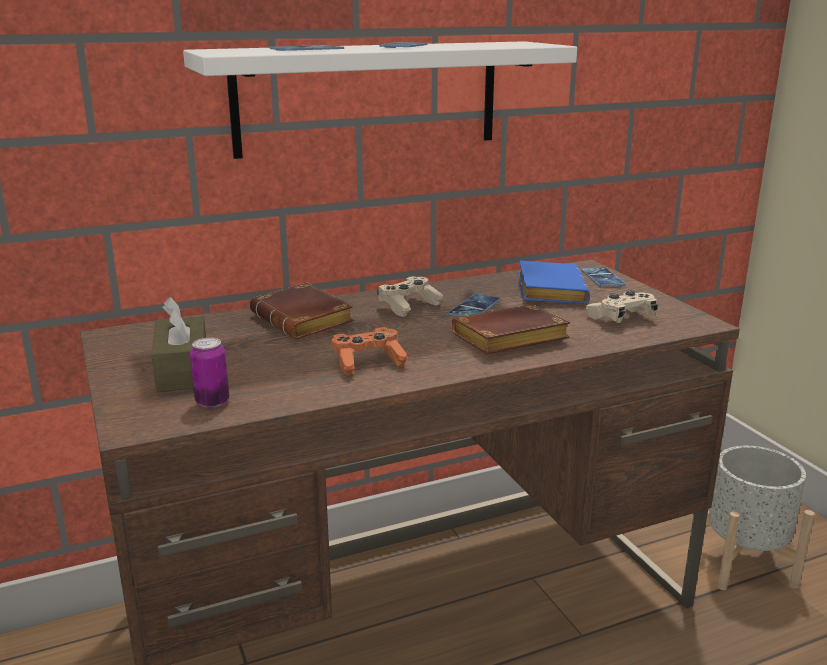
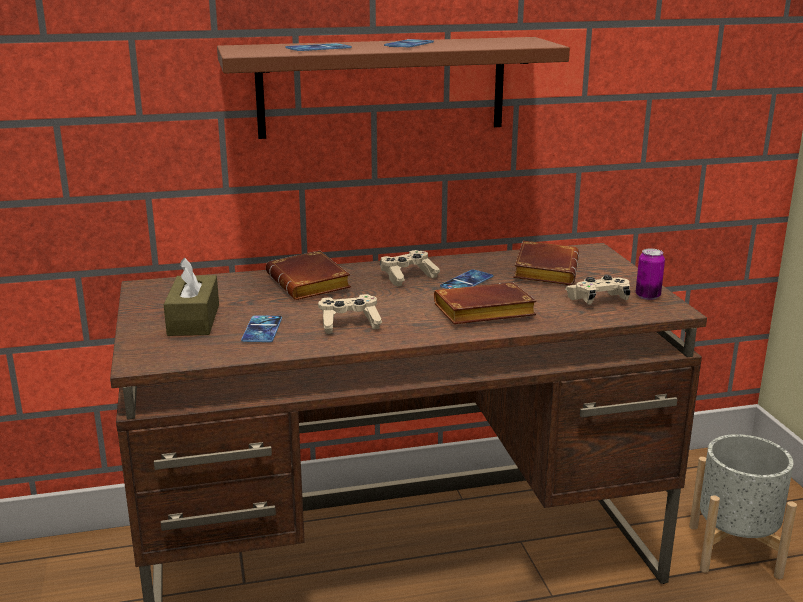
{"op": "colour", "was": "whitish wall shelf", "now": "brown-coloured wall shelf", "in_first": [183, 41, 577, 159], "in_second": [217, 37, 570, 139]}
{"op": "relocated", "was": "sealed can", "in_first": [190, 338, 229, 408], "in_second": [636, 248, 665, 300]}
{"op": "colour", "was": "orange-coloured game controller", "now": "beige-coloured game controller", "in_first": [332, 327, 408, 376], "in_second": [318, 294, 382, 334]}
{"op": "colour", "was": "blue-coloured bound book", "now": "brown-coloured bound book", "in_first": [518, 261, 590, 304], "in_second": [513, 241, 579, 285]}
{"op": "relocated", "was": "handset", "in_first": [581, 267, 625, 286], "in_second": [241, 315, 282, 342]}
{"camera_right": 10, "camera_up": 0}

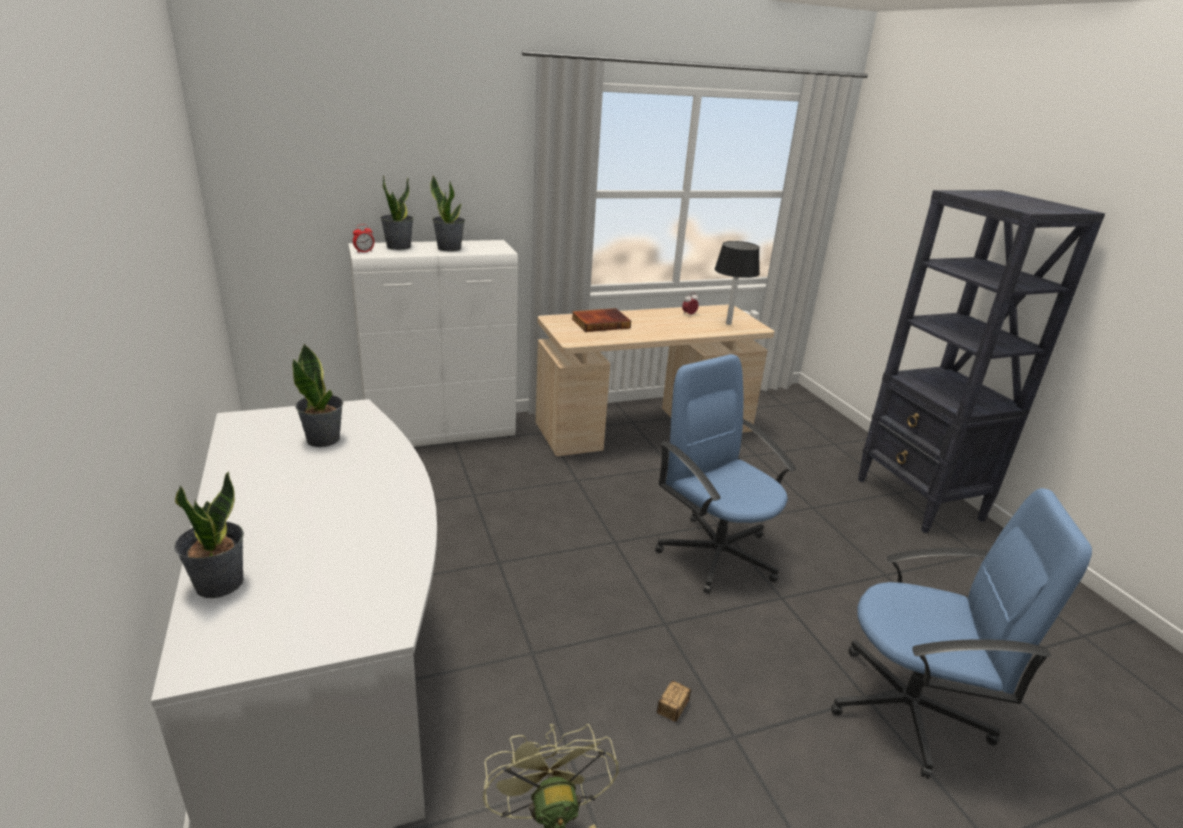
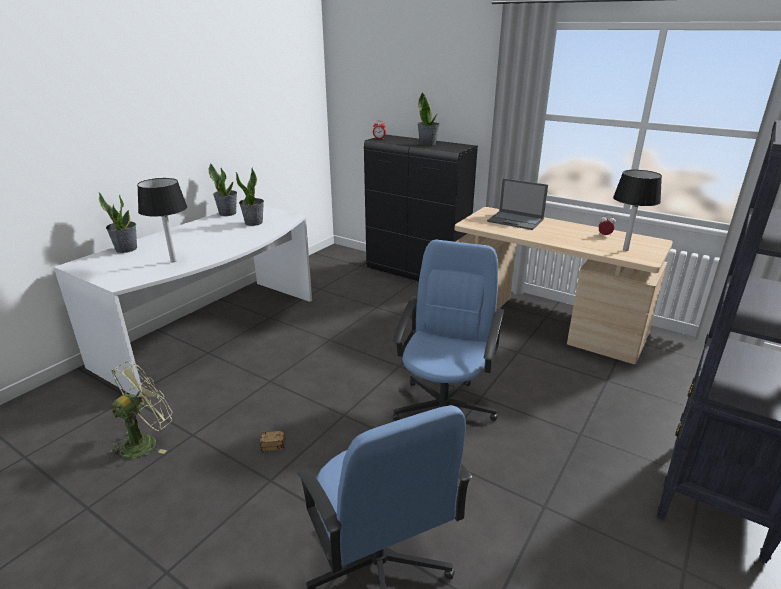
{"op": "colour", "was": "whitish cabinet", "now": "blackish cabinet", "in_first": [348, 240, 518, 447], "in_second": [364, 135, 478, 281]}
{"op": "relocated", "was": "potted plant", "in_first": [380, 175, 414, 250], "in_second": [209, 163, 237, 216]}
{"op": "exchanged", "was": "bound book", "now": "portable computer", "in_first": [571, 308, 631, 332], "in_second": [487, 178, 548, 230]}
{"op": "appeared", "now": "blackish lamp for a table", "in_second": [137, 178, 187, 262]}
{"camera_right": 55, "camera_up": 0}

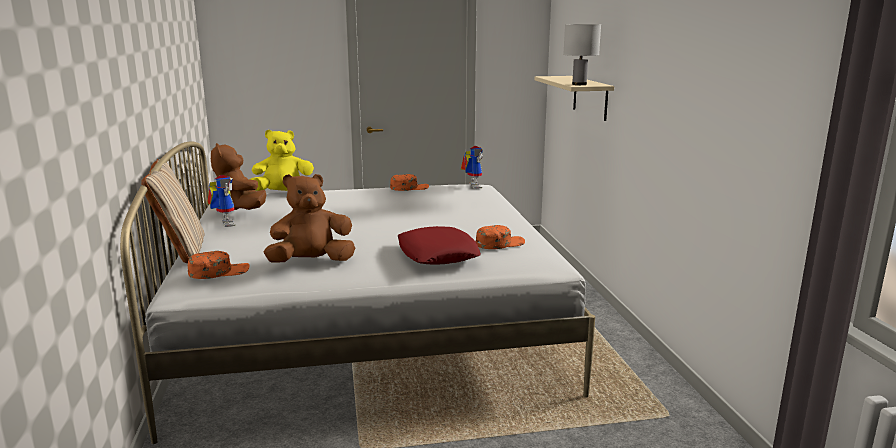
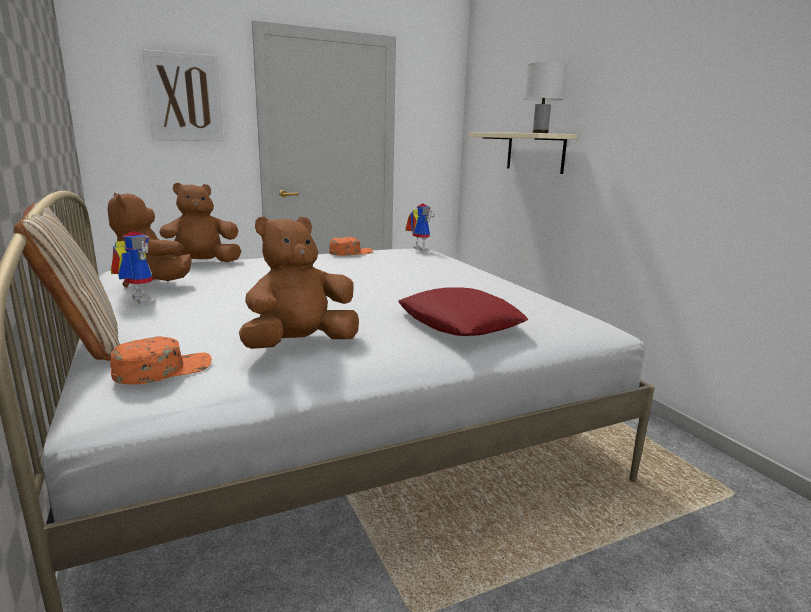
{"op": "colour", "was": "yellow plush toy", "now": "brown-coloured plush toy", "in_first": [250, 130, 314, 191], "in_second": [159, 183, 242, 262]}
{"op": "missing", "was": "orange-coloured baseball cap", "in_first": [476, 225, 525, 249]}
{"op": "appeared", "now": "wall art", "in_second": [142, 49, 224, 142]}
{"camera_right": -15, "camera_up": 0}

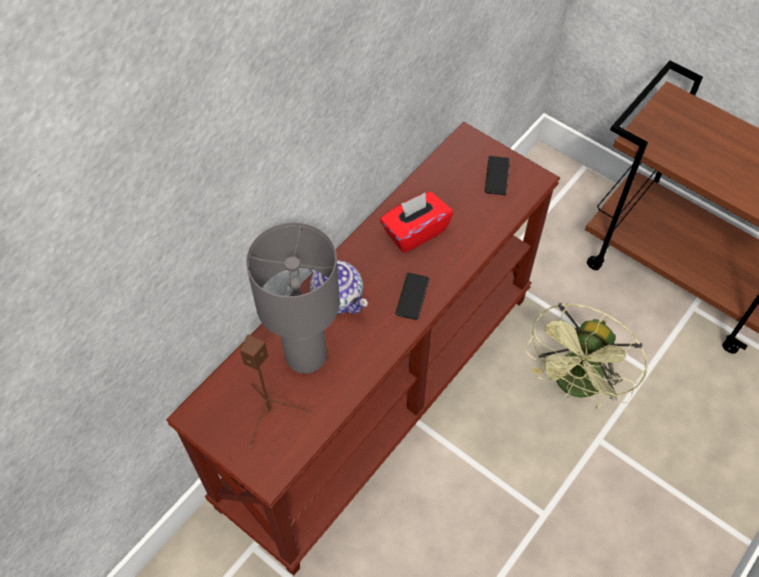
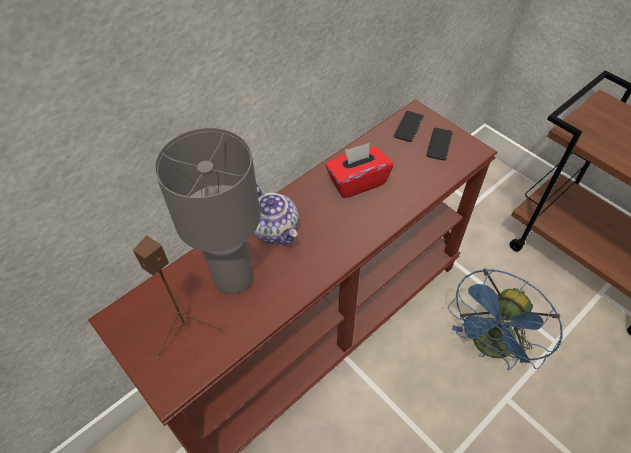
{"op": "relocated", "was": "handset", "in_first": [395, 273, 429, 320], "in_second": [394, 111, 424, 142]}
{"op": "colour", "was": "green-coloured cooling fan", "now": "blue-coloured cooling fan", "in_first": [525, 303, 648, 409], "in_second": [448, 268, 563, 370]}
{"camera_right": 10, "camera_up": -5}

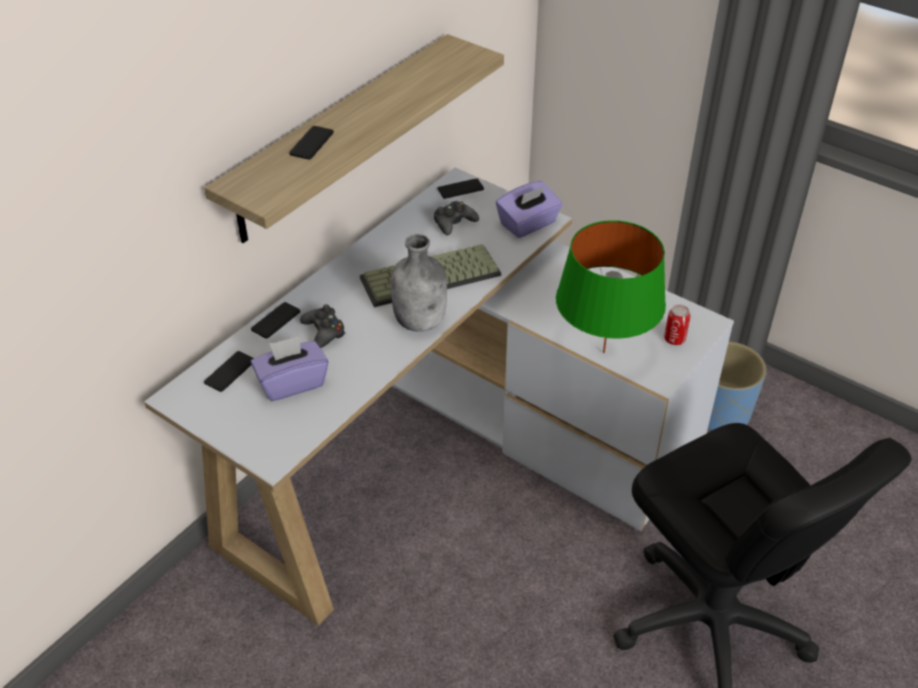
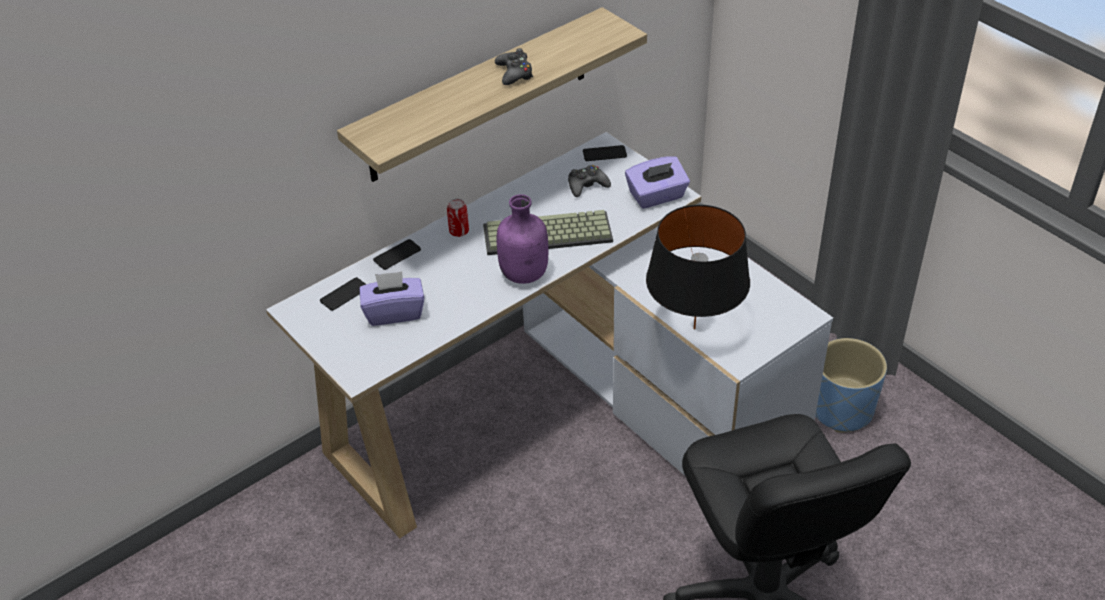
{"op": "missing", "was": "handset", "in_first": [289, 126, 334, 159]}
{"op": "relocated", "was": "blackish game controller", "in_first": [300, 304, 346, 348], "in_second": [495, 48, 533, 85]}
{"op": "colour", "was": "grey bottle", "now": "purple bottle", "in_first": [391, 234, 447, 332], "in_second": [497, 194, 549, 284]}
{"op": "colour", "was": "green-coloured lamp for a table", "now": "blackish lamp for a table", "in_first": [556, 220, 666, 353], "in_second": [646, 205, 750, 330]}
{"op": "relocated", "was": "sealed can", "in_first": [664, 305, 690, 345], "in_second": [447, 199, 469, 237]}
{"camera_right": 15, "camera_up": 0}

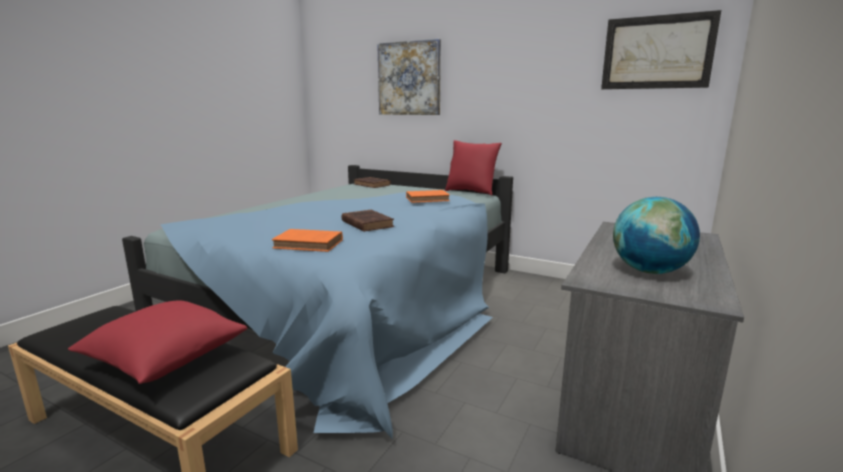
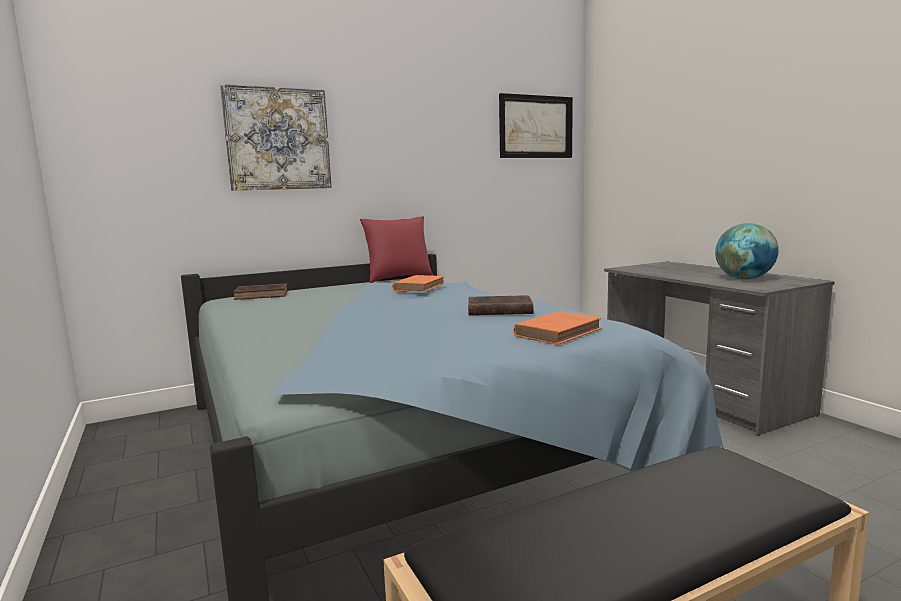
{"op": "missing", "was": "red pillow", "in_first": [68, 300, 248, 384]}
{"camera_right": -55, "camera_up": -5}

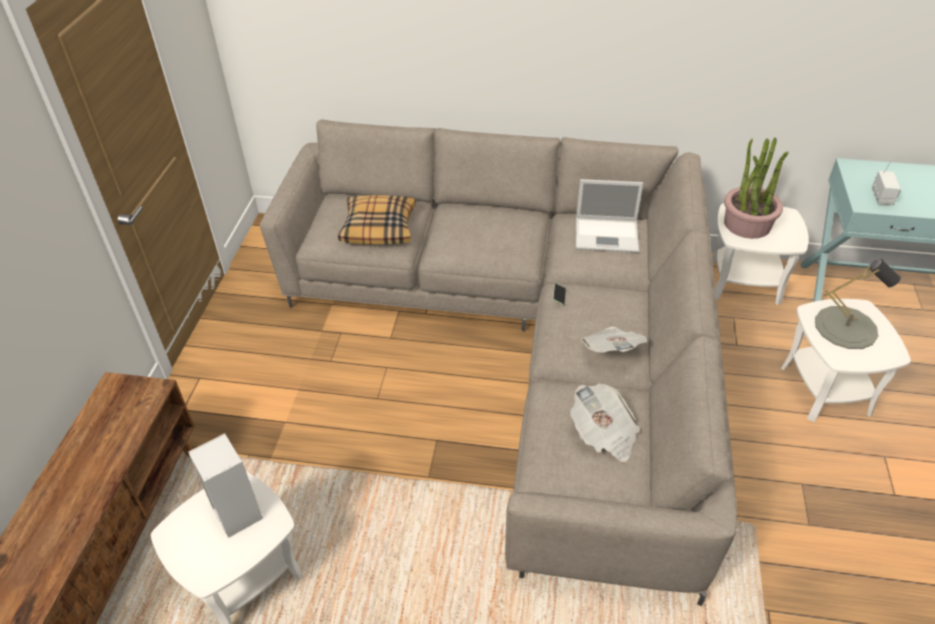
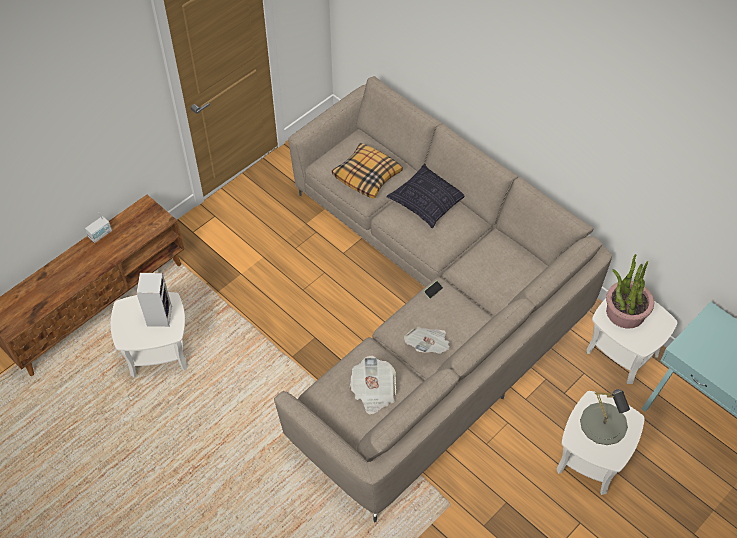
{"op": "missing", "was": "portable computer", "in_first": [576, 179, 643, 253]}
{"op": "relocated", "was": "radio set", "in_first": [872, 160, 901, 205], "in_second": [85, 212, 112, 243]}
{"op": "appeared", "now": "pillow", "in_second": [386, 164, 465, 228]}
{"camera_right": 35, "camera_up": 10}

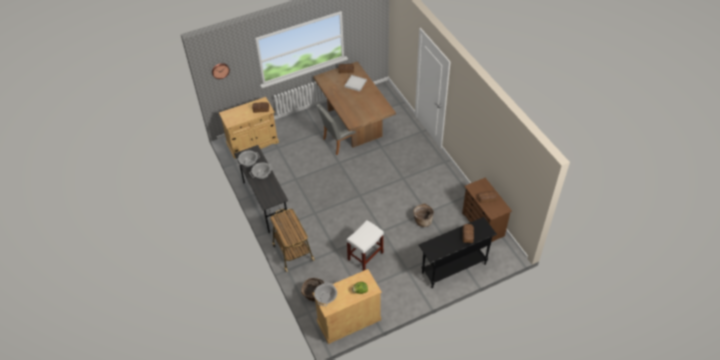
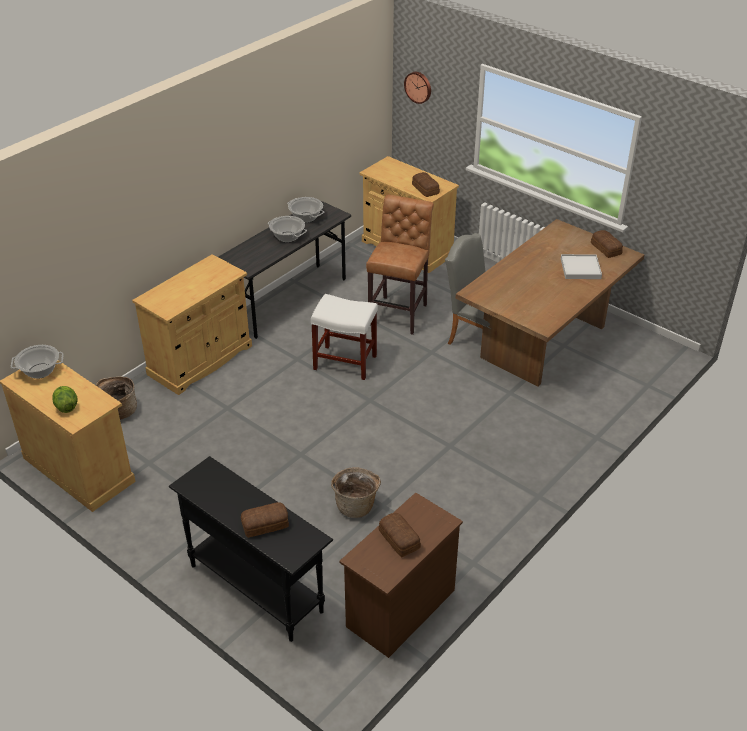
{"op": "exchanged", "was": "wheeled cart", "now": "beige-coloured cabinet", "in_first": [270, 209, 314, 272], "in_second": [132, 254, 252, 395]}
{"op": "relocated", "was": "whitish stool seat", "in_first": [346, 220, 384, 271], "in_second": [311, 294, 378, 380]}
{"op": "appeared", "now": "brown-coloured stool seat", "in_second": [366, 195, 434, 335]}
{"camera_right": 65, "camera_up": -10}

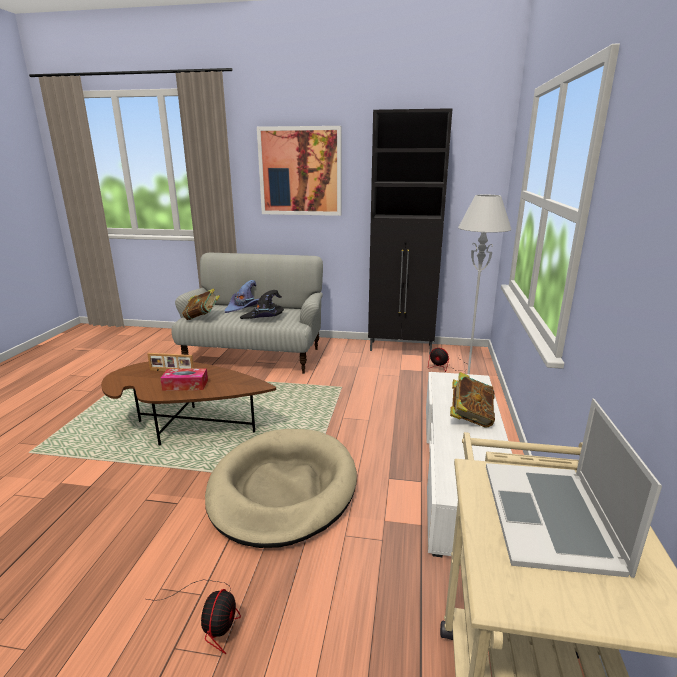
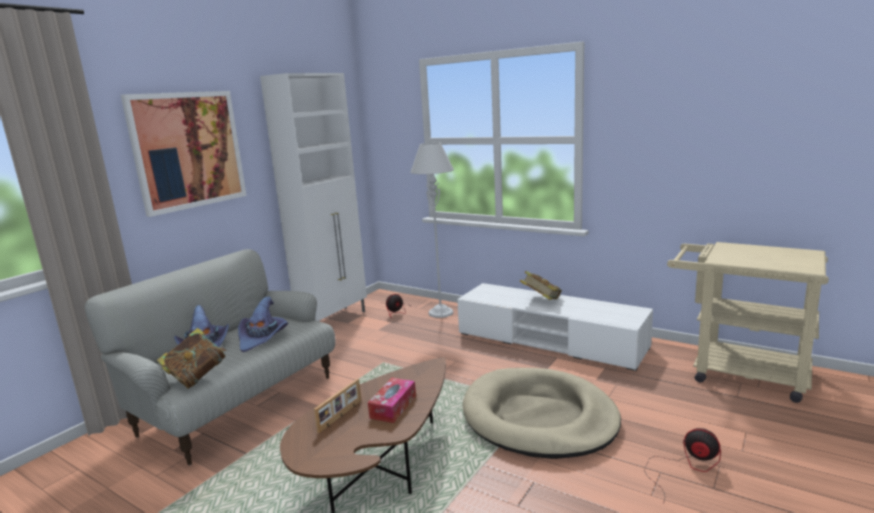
{"op": "colour", "was": "blackish wearable hat", "now": "purple wearable hat", "in_first": [240, 290, 284, 319], "in_second": [238, 296, 288, 352]}
{"op": "colour", "was": "blackish cabinet", "now": "whitish cabinet", "in_first": [368, 108, 453, 355], "in_second": [260, 73, 367, 322]}
{"op": "missing", "was": "portable computer", "in_first": [486, 398, 662, 578]}
{"camera_right": -65, "camera_up": -5}

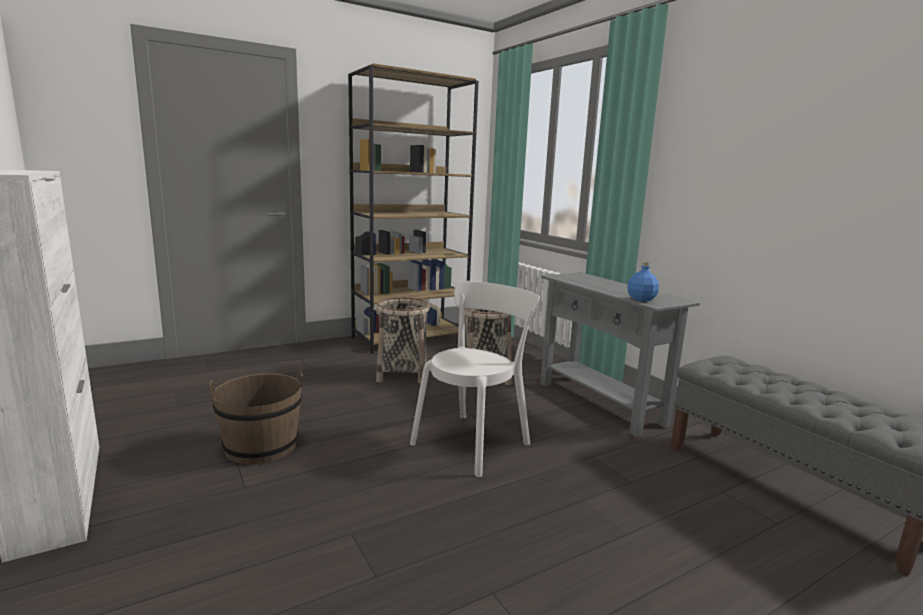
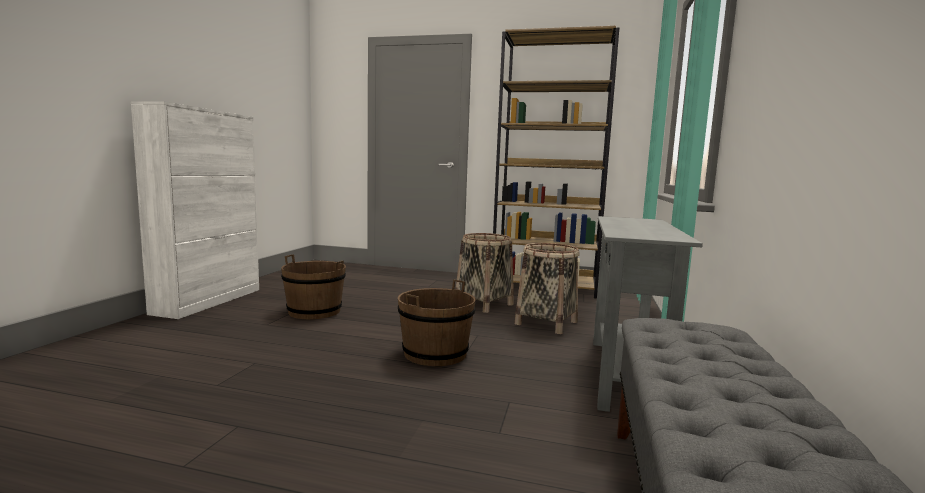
{"op": "exchanged", "was": "whitish upright chair", "now": "brown-coloured bucket", "in_first": [410, 281, 540, 477], "in_second": [398, 279, 475, 366]}
{"op": "missing", "was": "blue-coloured bottle", "in_first": [627, 261, 659, 301]}
{"camera_right": 45, "camera_up": -5}

